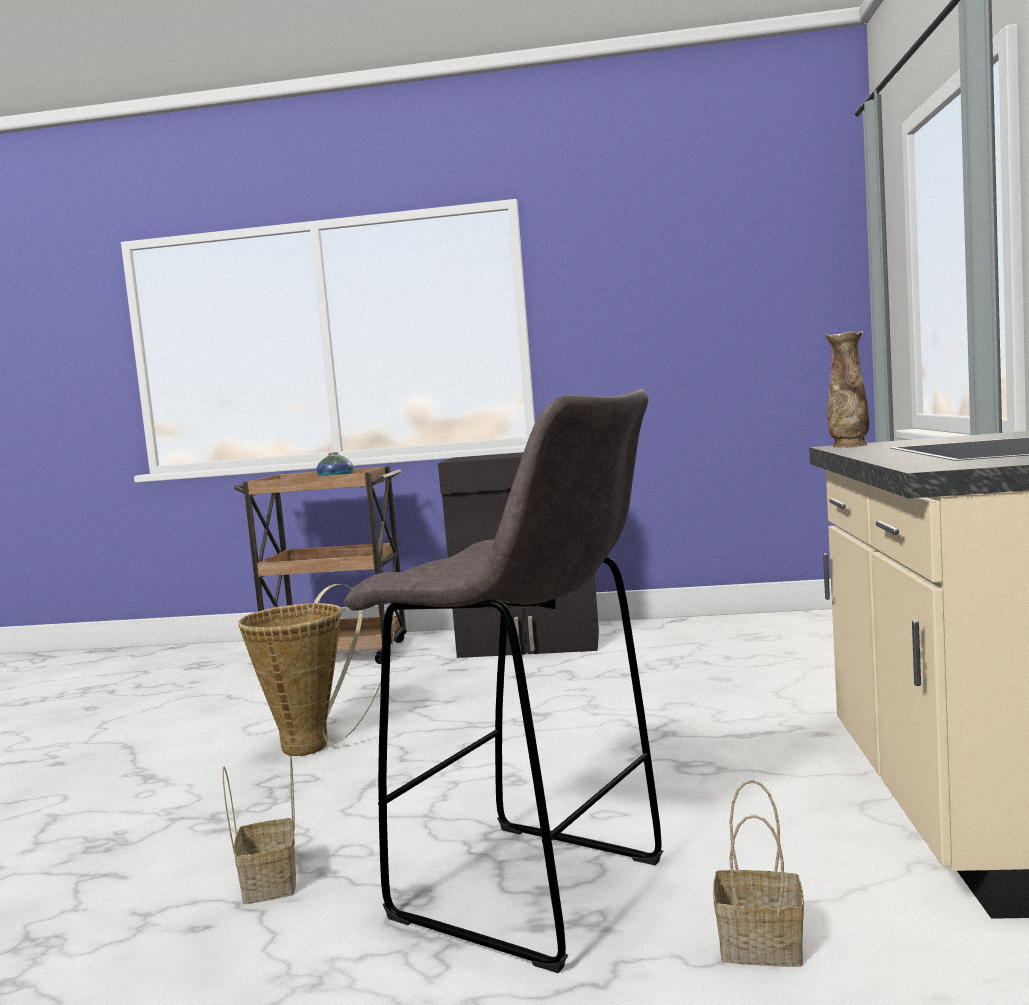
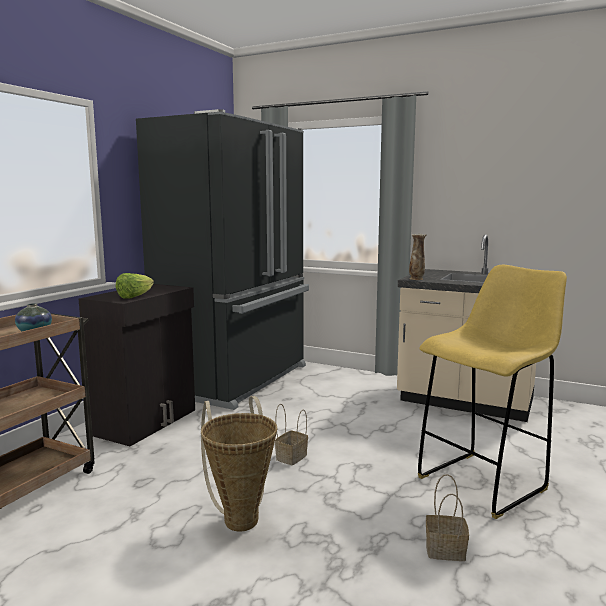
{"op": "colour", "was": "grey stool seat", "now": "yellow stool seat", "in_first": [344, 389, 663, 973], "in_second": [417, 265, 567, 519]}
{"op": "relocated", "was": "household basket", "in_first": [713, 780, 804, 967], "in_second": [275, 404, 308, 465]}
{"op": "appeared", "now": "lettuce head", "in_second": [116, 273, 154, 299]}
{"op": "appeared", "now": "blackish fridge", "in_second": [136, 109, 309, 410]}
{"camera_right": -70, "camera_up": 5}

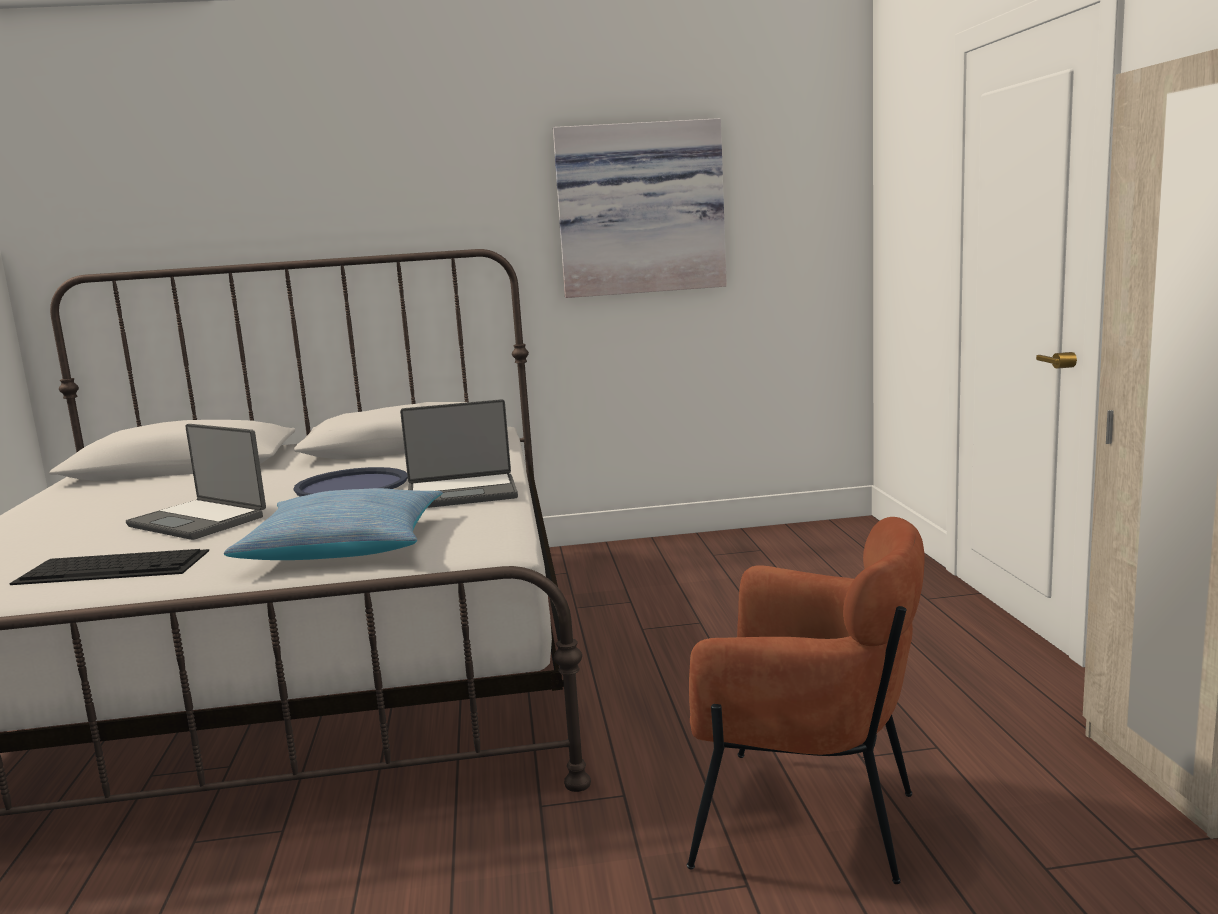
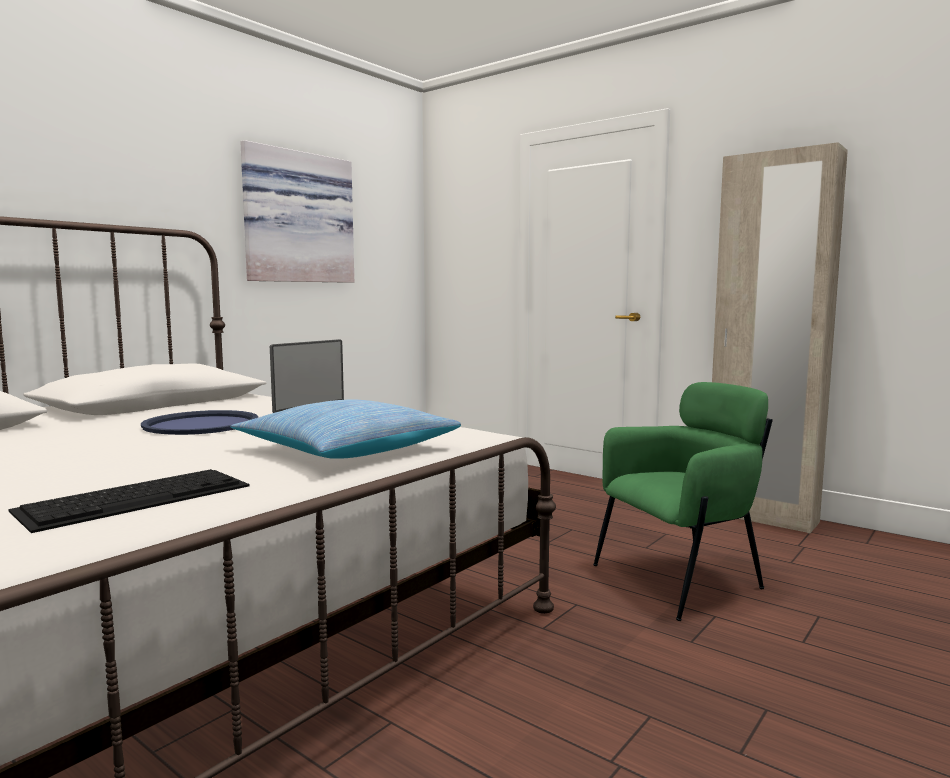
{"op": "missing", "was": "portable computer", "in_first": [126, 424, 266, 540]}
{"op": "colour", "was": "brown-coloured easy chair", "now": "green-coloured easy chair", "in_first": [687, 517, 924, 884], "in_second": [593, 382, 773, 621]}
{"camera_right": -45, "camera_up": -5}

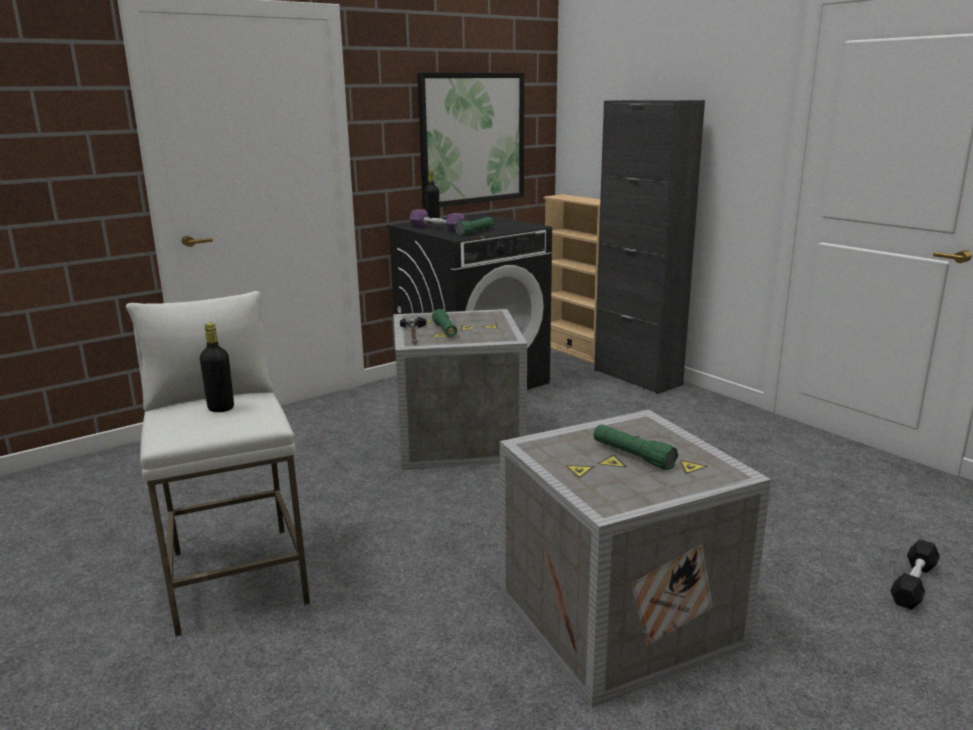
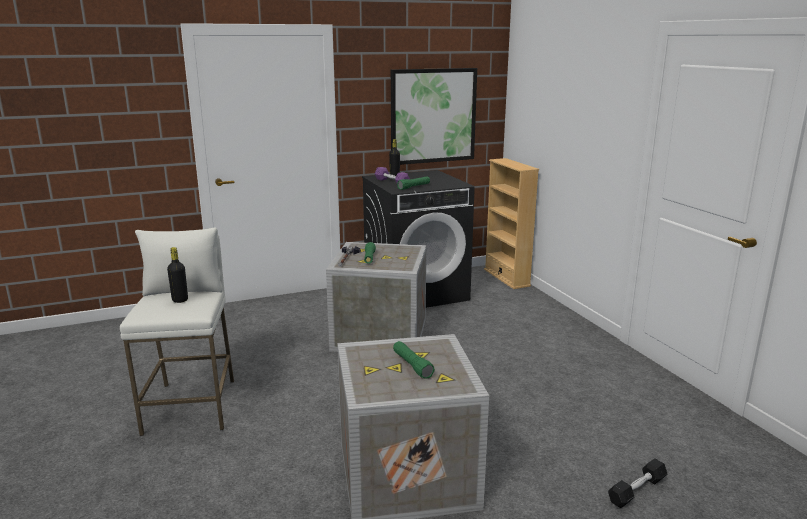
{"op": "missing", "was": "blackish cabinet", "in_first": [594, 100, 705, 394]}
{"camera_right": 15, "camera_up": 0}

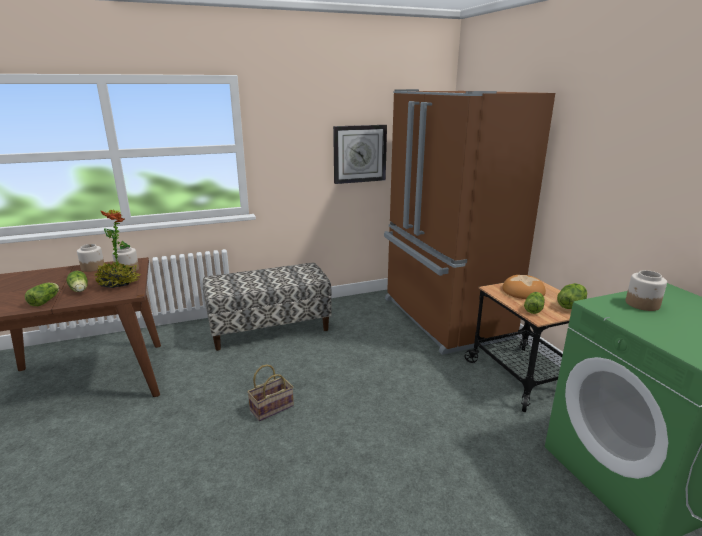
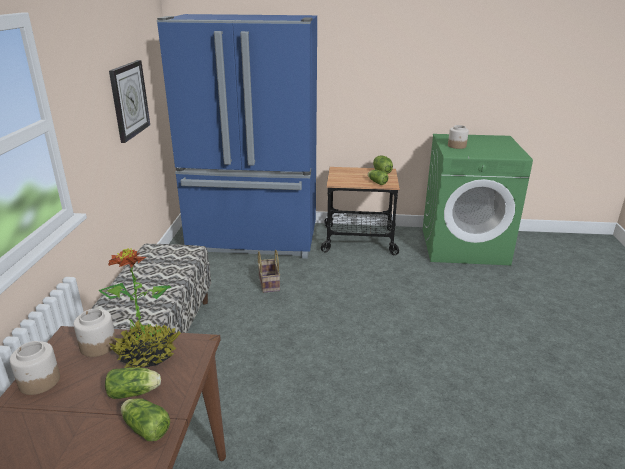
{"op": "relocated", "was": "household basket", "in_first": [247, 364, 294, 421], "in_second": [258, 250, 280, 293]}
{"op": "colour", "was": "brown-coloured fridge", "now": "blue-coloured fridge", "in_first": [384, 89, 555, 355], "in_second": [157, 14, 317, 259]}
{"op": "missing", "was": "baked bread", "in_first": [502, 275, 546, 299]}
{"camera_right": -65, "camera_up": 5}

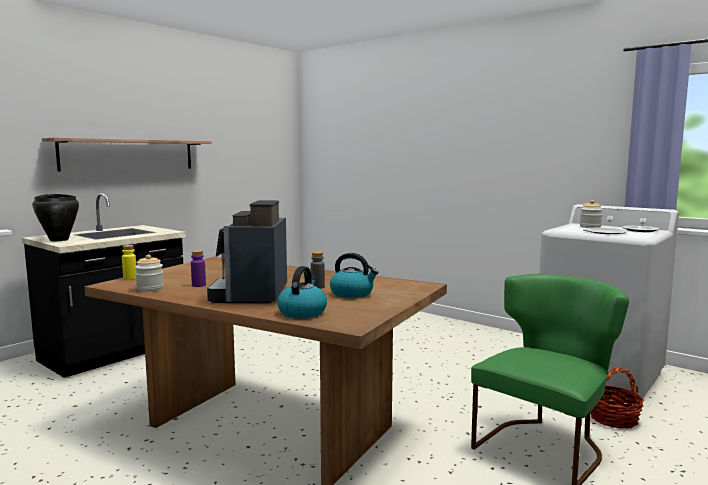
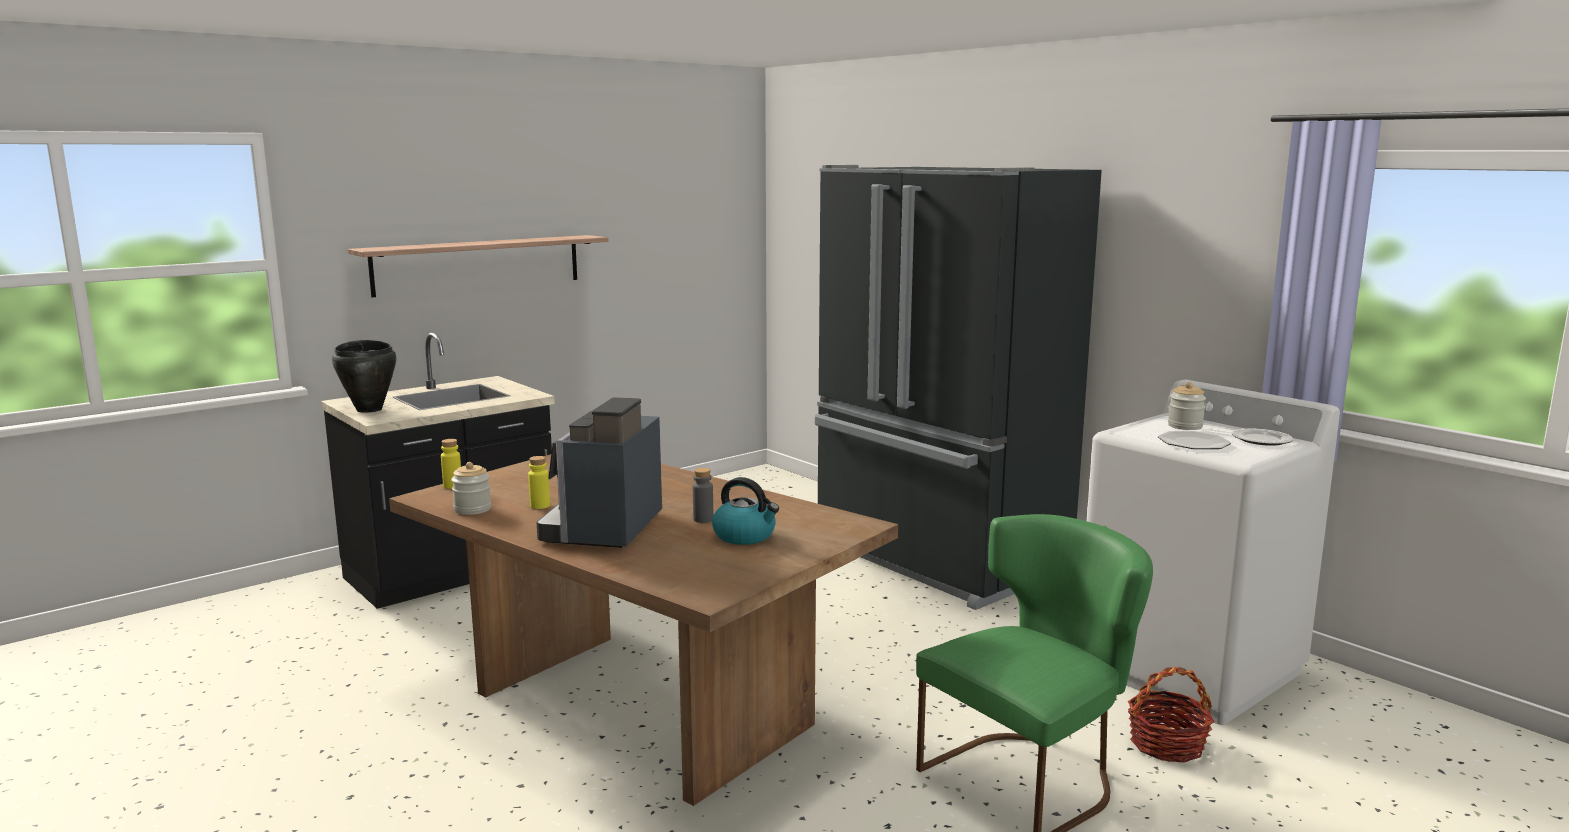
{"op": "colour", "was": "purple bottle", "now": "yellow bottle", "in_first": [191, 250, 206, 287], "in_second": [528, 456, 550, 509]}
{"op": "missing", "was": "tea kettle", "in_first": [277, 266, 327, 318]}
{"op": "appeared", "now": "blackish fridge", "in_second": [815, 165, 1102, 610]}
{"camera_right": 10, "camera_up": 5}

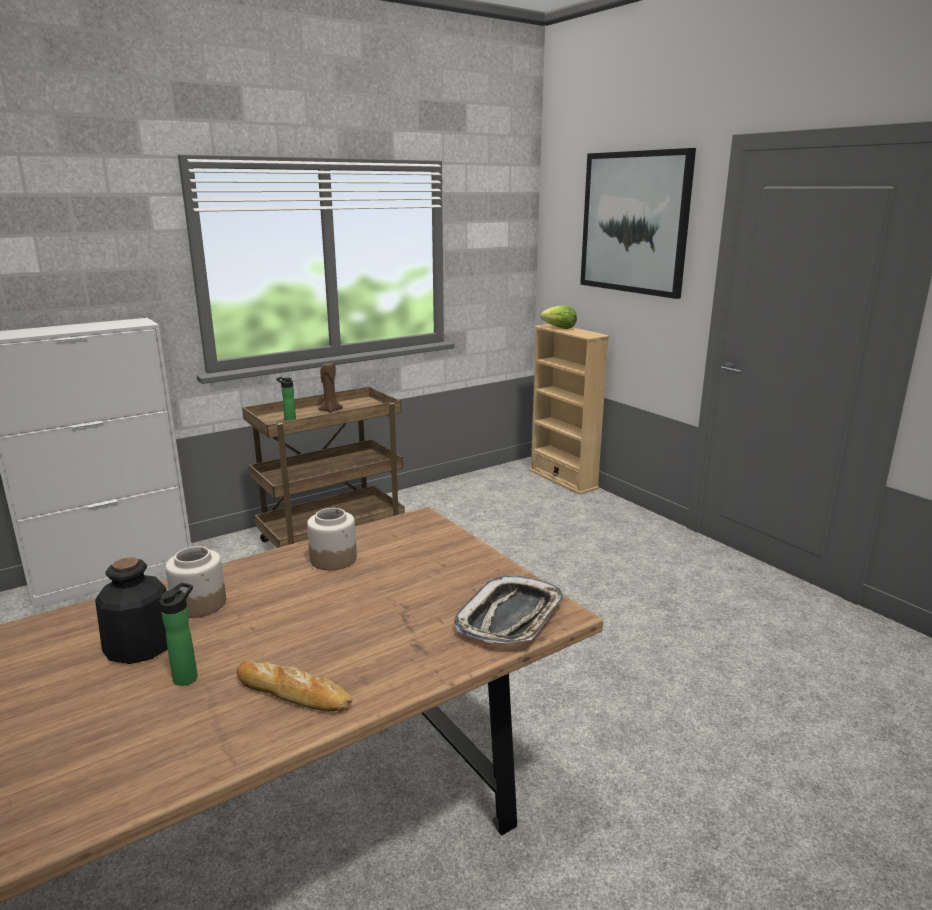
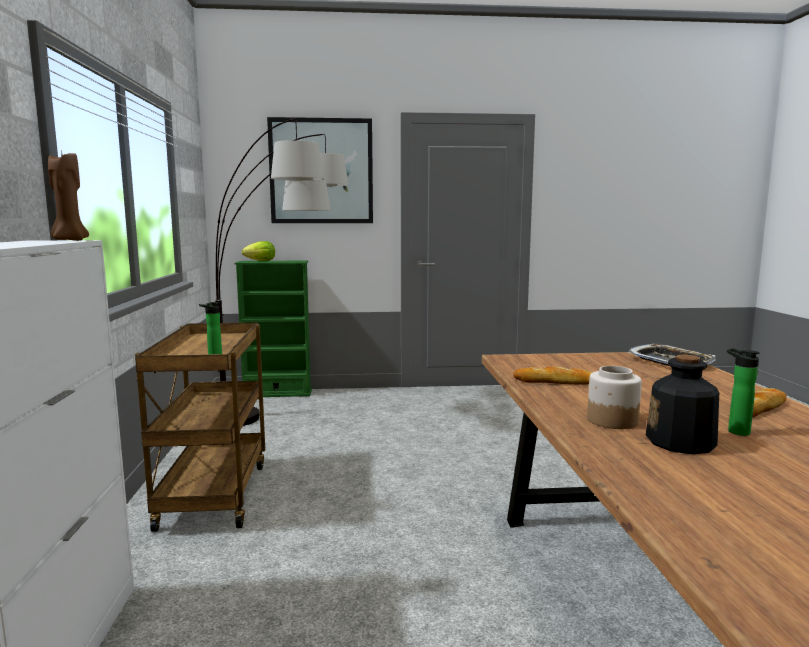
{"op": "exchanged", "was": "storage jar", "now": "baked bread", "in_first": [307, 508, 357, 570], "in_second": [513, 367, 592, 385]}
{"op": "relocated", "was": "brown-coloured wax candle", "in_first": [318, 361, 343, 413], "in_second": [48, 150, 89, 241]}
{"op": "colour", "was": "beige-coloured bookshelf", "now": "green-coloured bookshelf", "in_first": [529, 324, 610, 495], "in_second": [234, 261, 312, 397]}
{"op": "appeared", "now": "standing lamp", "in_second": [215, 118, 349, 426]}
{"camera_right": -60, "camera_up": -10}

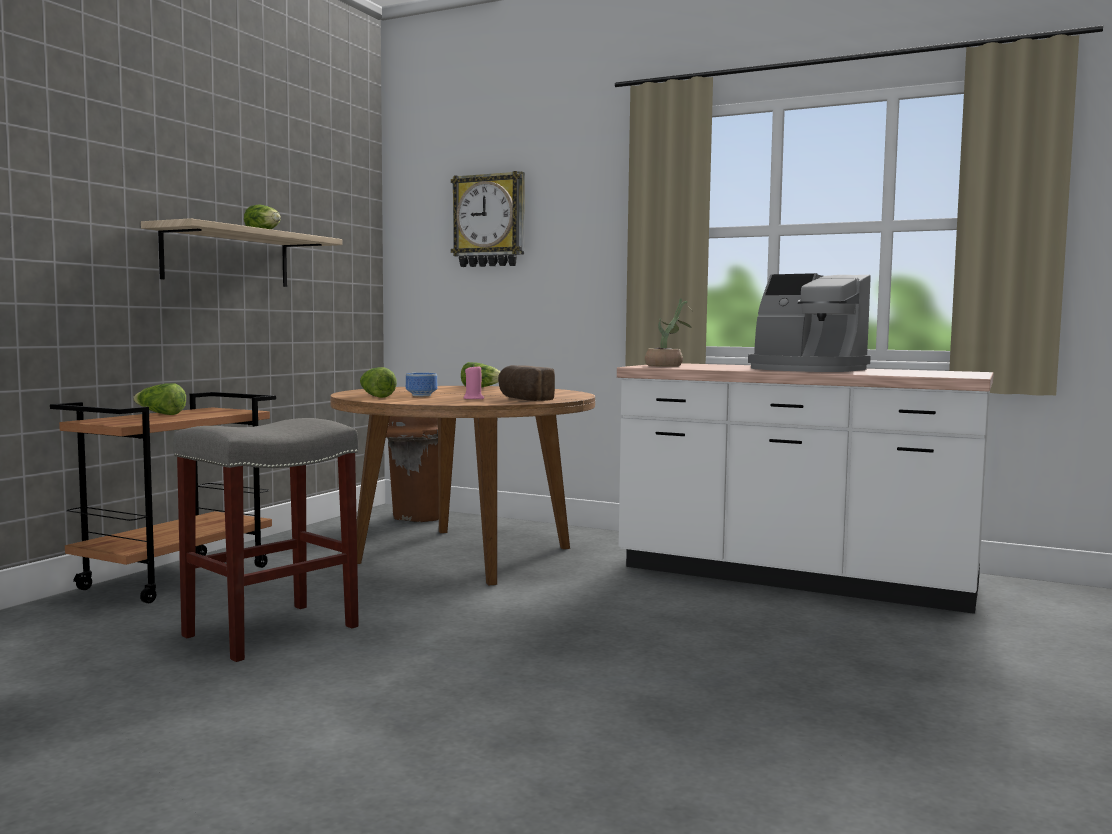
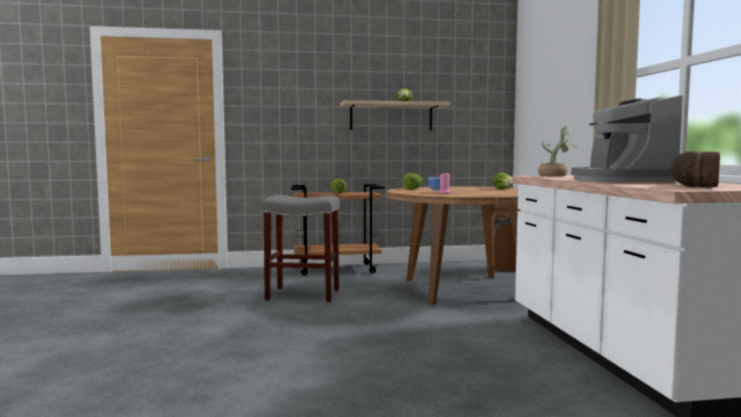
{"op": "missing", "was": "hanging clock", "in_first": [451, 171, 525, 267]}
{"op": "relocated", "was": "baked bread", "in_first": [498, 365, 555, 401], "in_second": [671, 151, 720, 188]}
{"camera_right": 55, "camera_up": 0}

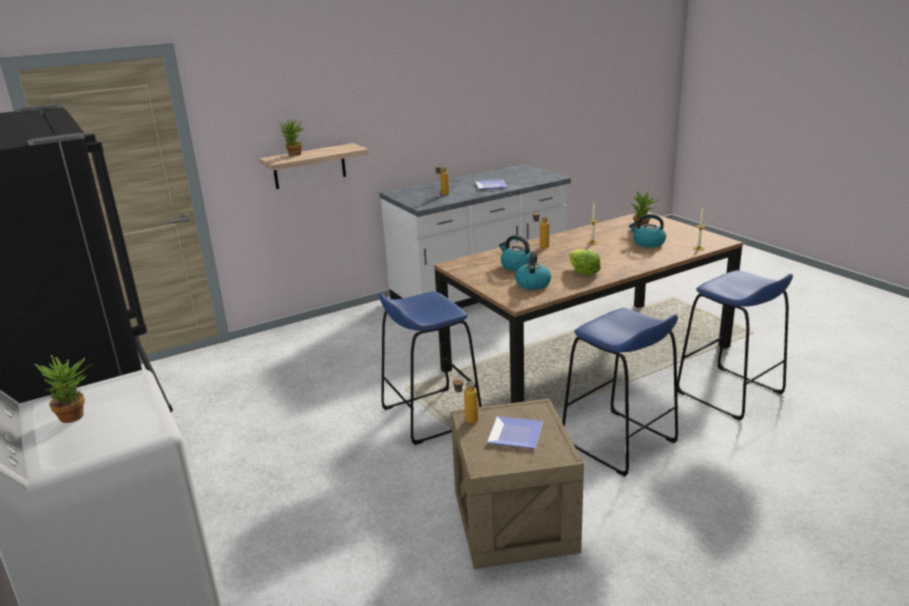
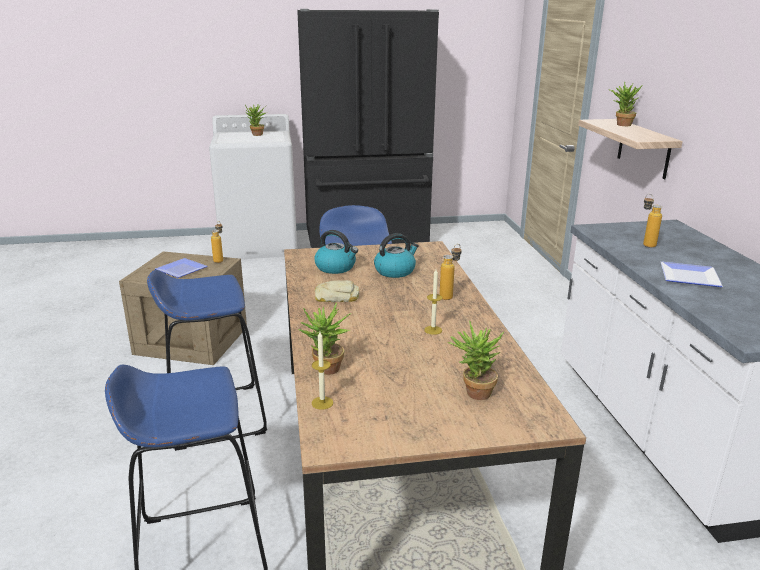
{"op": "exchanged", "was": "lettuce head", "now": "baked bread", "in_first": [569, 249, 601, 275], "in_second": [315, 280, 359, 302]}
{"op": "missing", "was": "tea kettle", "in_first": [629, 214, 666, 248]}
{"op": "appeared", "now": "potted plant", "in_second": [299, 303, 352, 375]}
{"camera_right": 110, "camera_up": 0}

